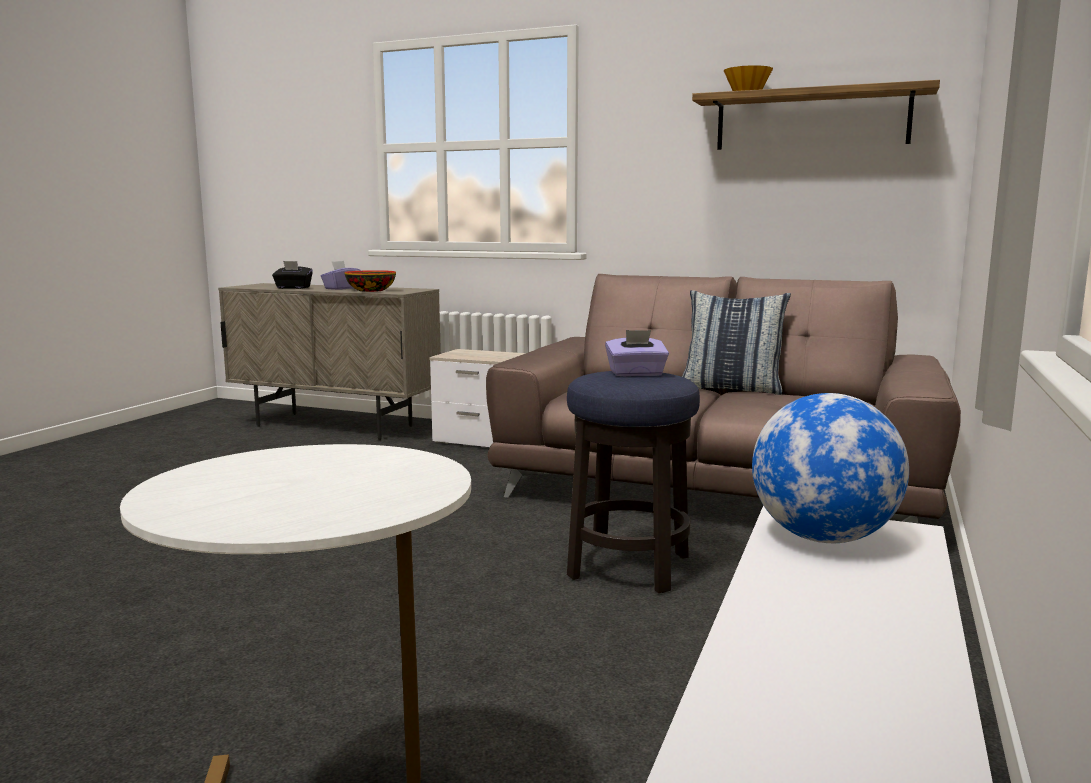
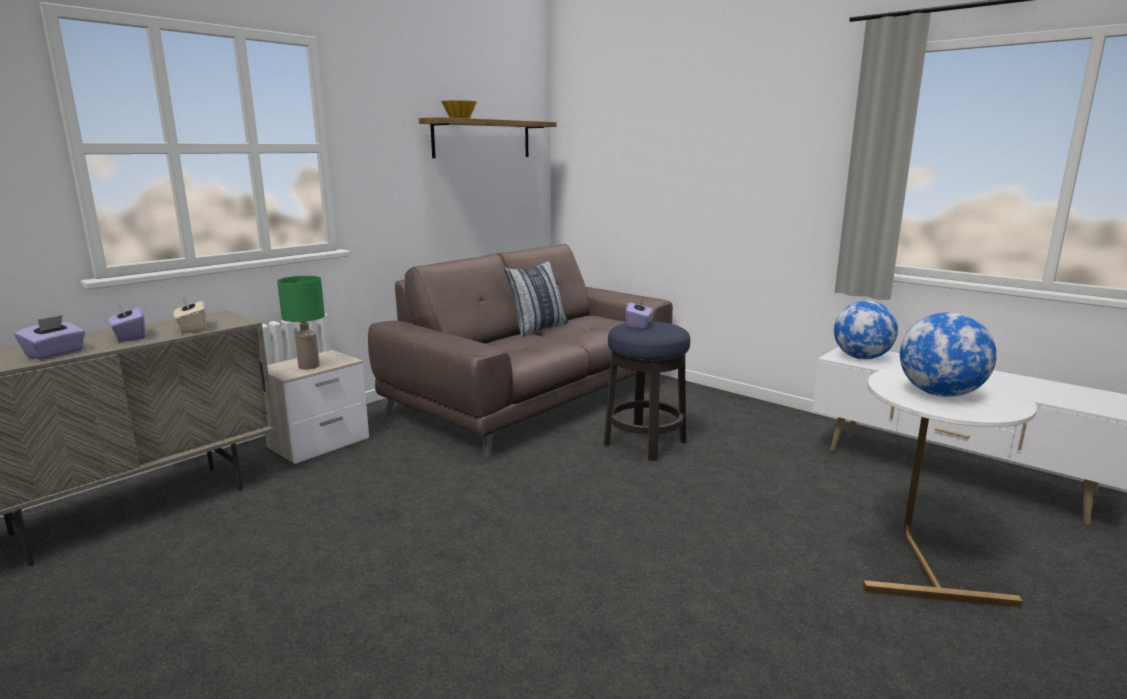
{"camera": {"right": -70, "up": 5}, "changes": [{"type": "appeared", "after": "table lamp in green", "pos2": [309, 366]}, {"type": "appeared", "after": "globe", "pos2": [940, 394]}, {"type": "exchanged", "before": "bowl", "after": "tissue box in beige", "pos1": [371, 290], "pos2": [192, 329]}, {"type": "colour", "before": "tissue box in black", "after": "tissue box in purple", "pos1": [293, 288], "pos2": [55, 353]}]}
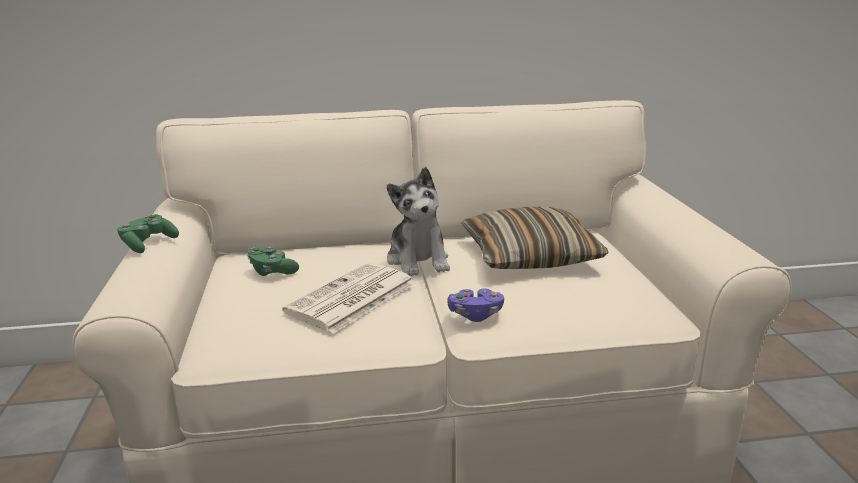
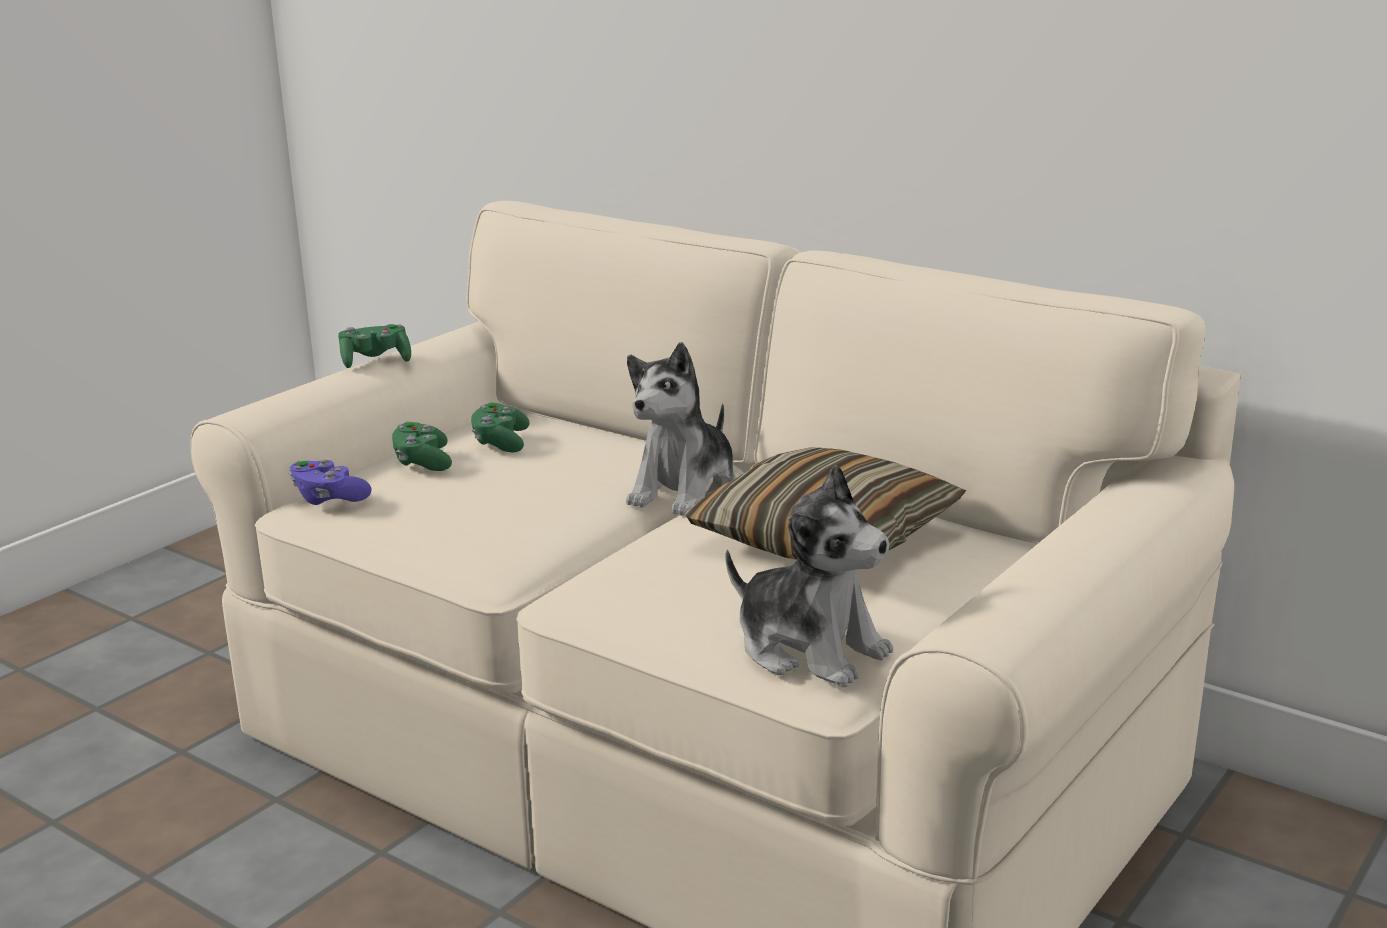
{"camera": {"right": 45, "up": 0}, "changes": [{"type": "missing", "before": "newspaper", "pos1": [351, 299]}, {"type": "appeared", "after": "game controller in green", "pos2": [423, 462]}, {"type": "appeared", "after": "plush toy", "pos2": [810, 649]}, {"type": "relocated", "before": "game controller in purple", "pos1": [475, 315], "pos2": [328, 498]}]}
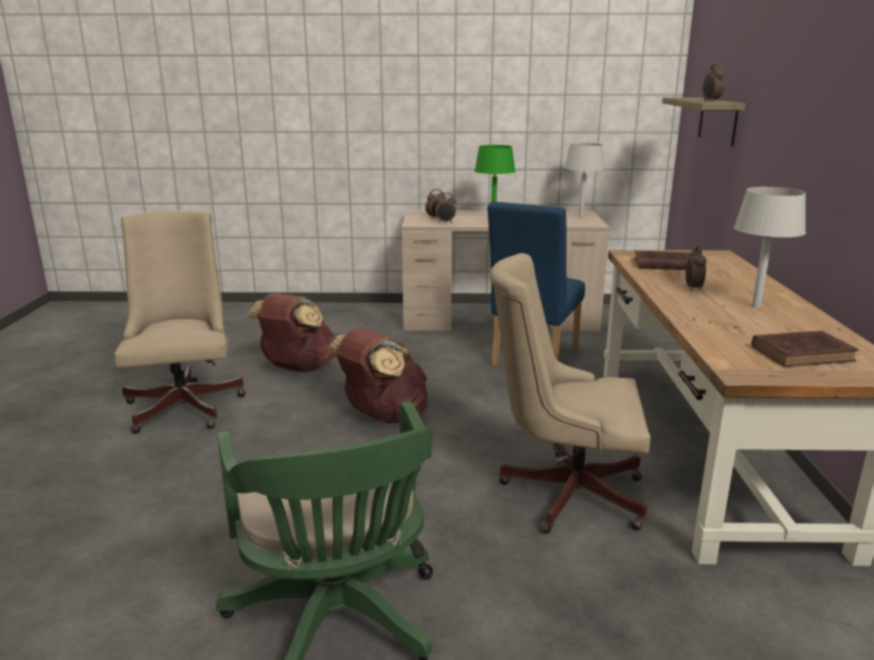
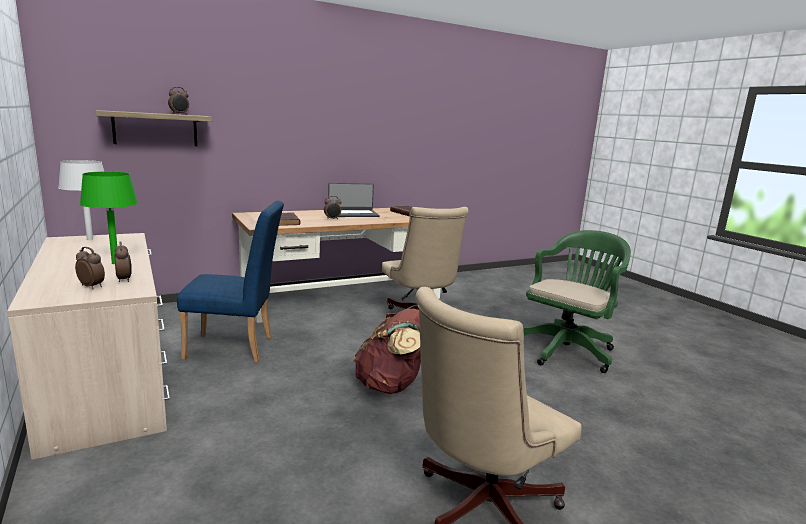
{"camera": {"right": -120, "up": -5}, "changes": [{"type": "missing", "before": "backpack in brown", "pos1": [298, 368]}, {"type": "exchanged", "before": "table lamp in grey", "after": "laptop", "pos1": [756, 307], "pos2": [353, 214]}]}
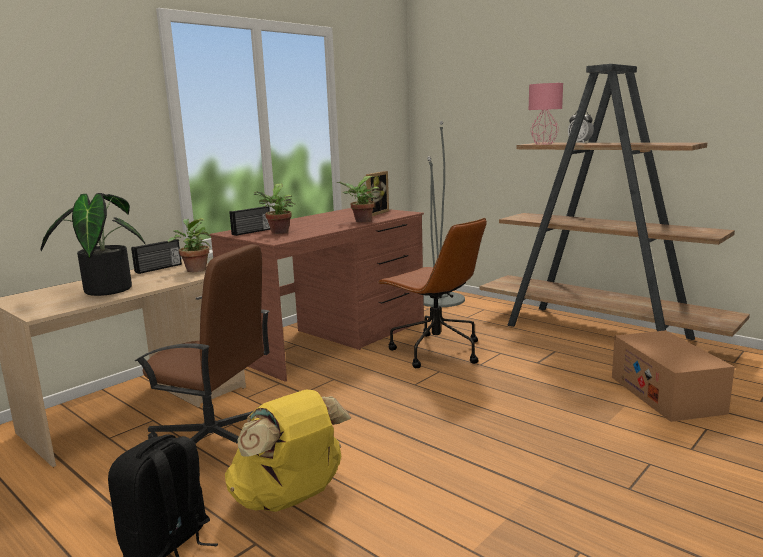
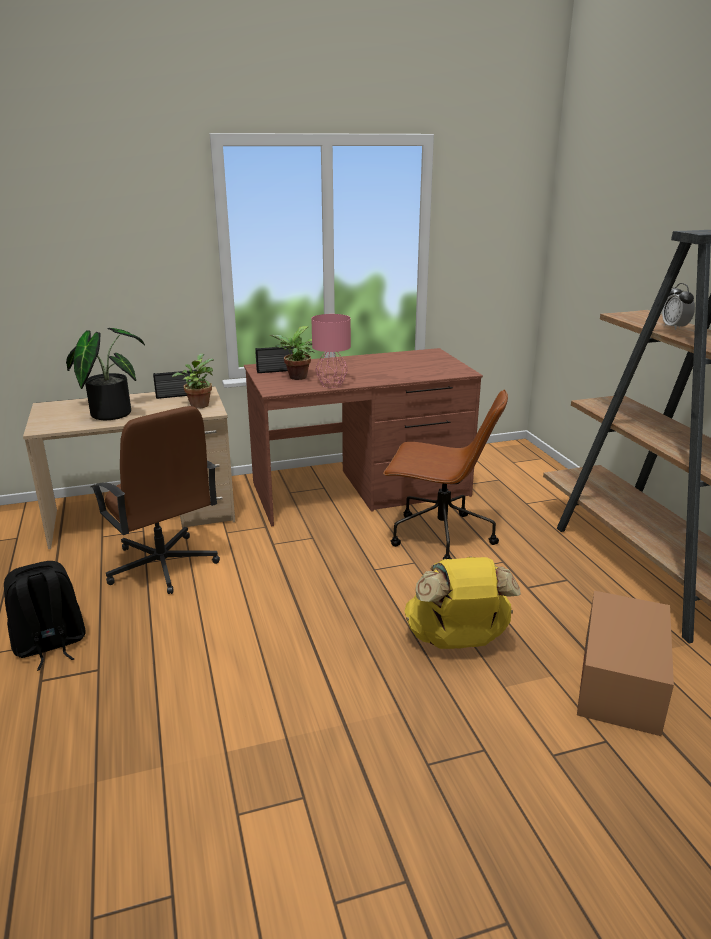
{"camera": {"right": 30, "up": 10}, "changes": [{"type": "missing", "before": "potted plant", "pos1": [361, 221]}, {"type": "missing", "before": "picture frame", "pos1": [374, 213]}, {"type": "missing", "before": "floor lamp in grey", "pos1": [440, 300]}, {"type": "relocated", "before": "backpack in yellow", "pos1": [290, 499], "pos2": [457, 641]}, {"type": "relocated", "before": "table lamp in pink", "pos1": [544, 144], "pos2": [331, 385]}, {"type": "spun", "before": "office chair in brown", "pos1": [435, 351], "pos2": [439, 537], "turn": -60}]}
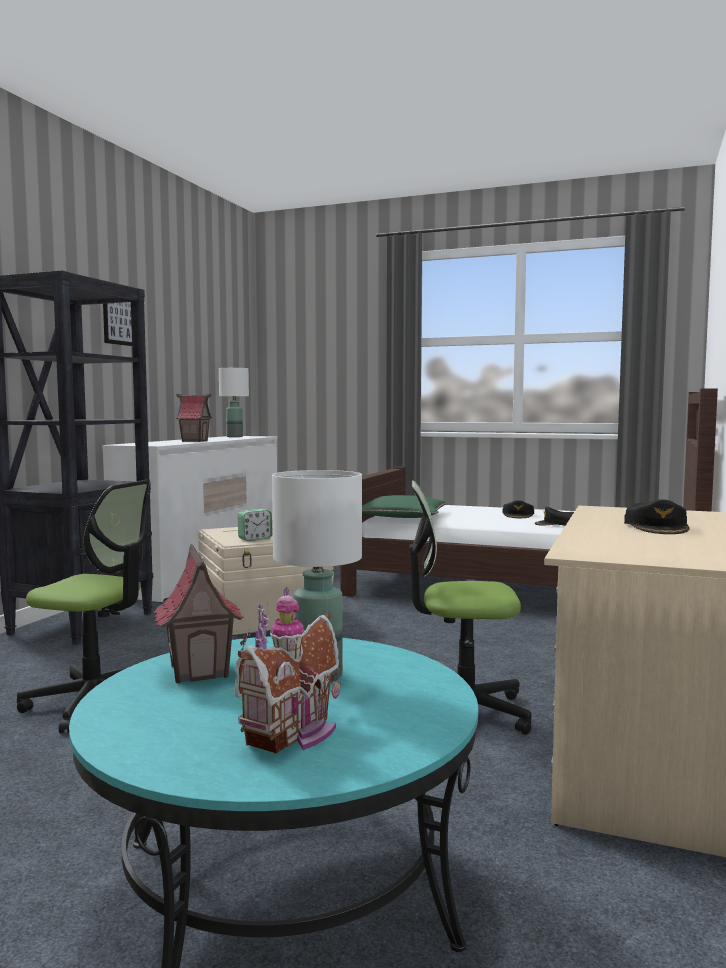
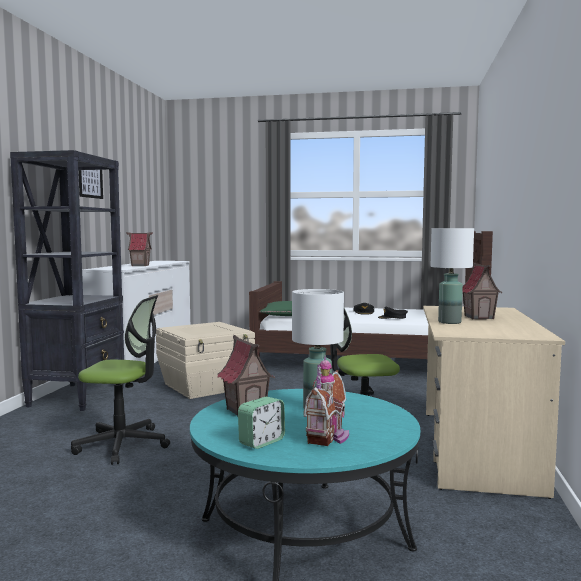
{"camera": {"right": -10, "up": 0}, "changes": [{"type": "relocated", "before": "table lamp in white", "pos1": [234, 437], "pos2": [449, 322]}, {"type": "relocated", "before": "alarm clock", "pos1": [255, 539], "pos2": [261, 442]}, {"type": "exchanged", "before": "cap in black", "after": "toy house", "pos1": [657, 527], "pos2": [479, 317]}]}
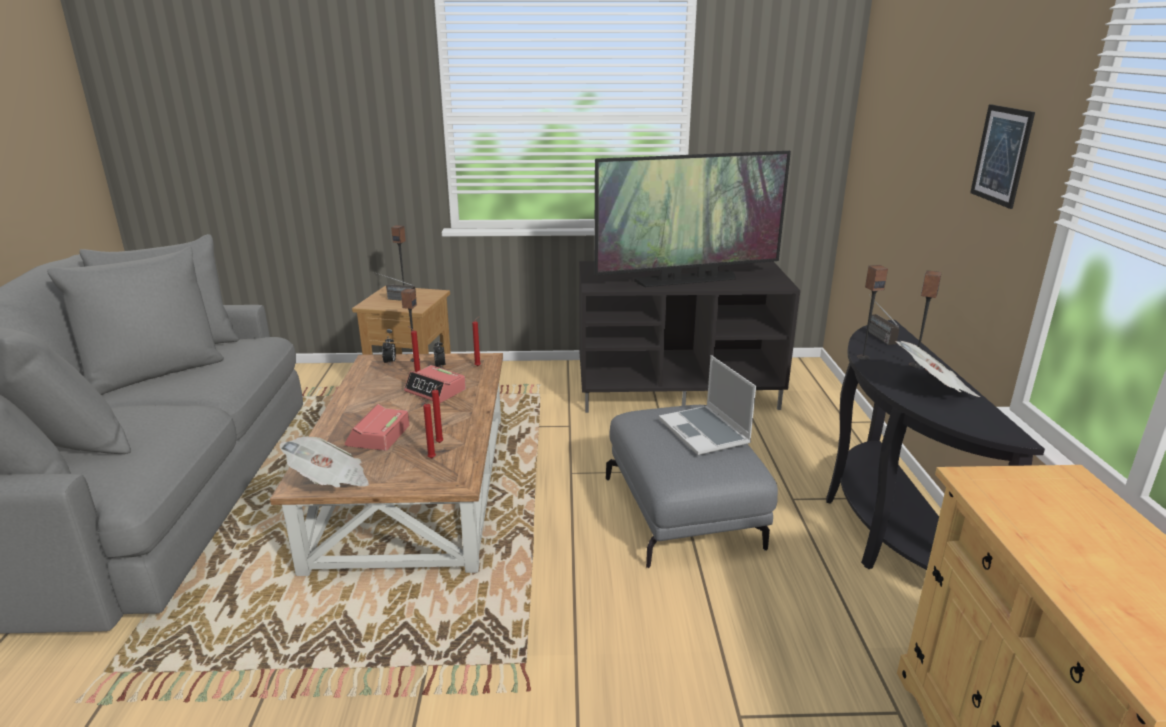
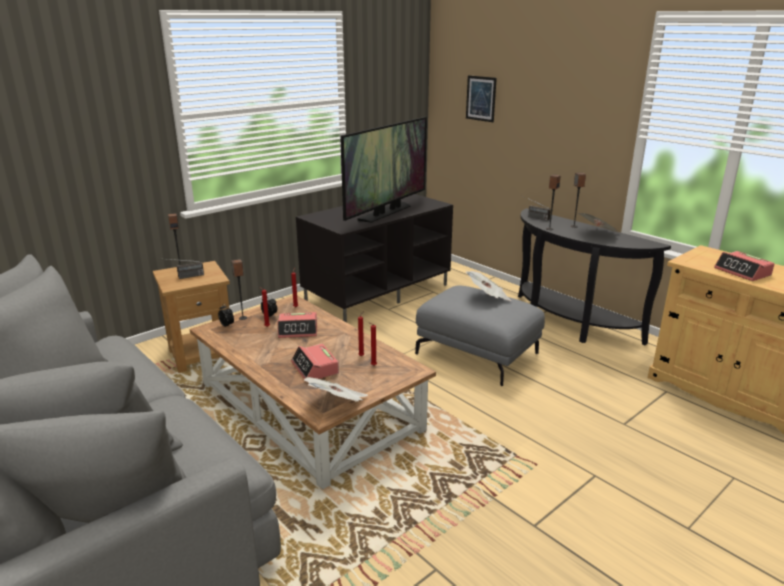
{"camera": {"right": -40, "up": 0}, "changes": [{"type": "appeared", "after": "alarm clock", "pos2": [742, 272]}, {"type": "relocated", "before": "picture", "pos1": [1001, 155], "pos2": [481, 98]}, {"type": "exchanged", "before": "laptop", "after": "newspaper", "pos1": [705, 432], "pos2": [488, 297]}]}
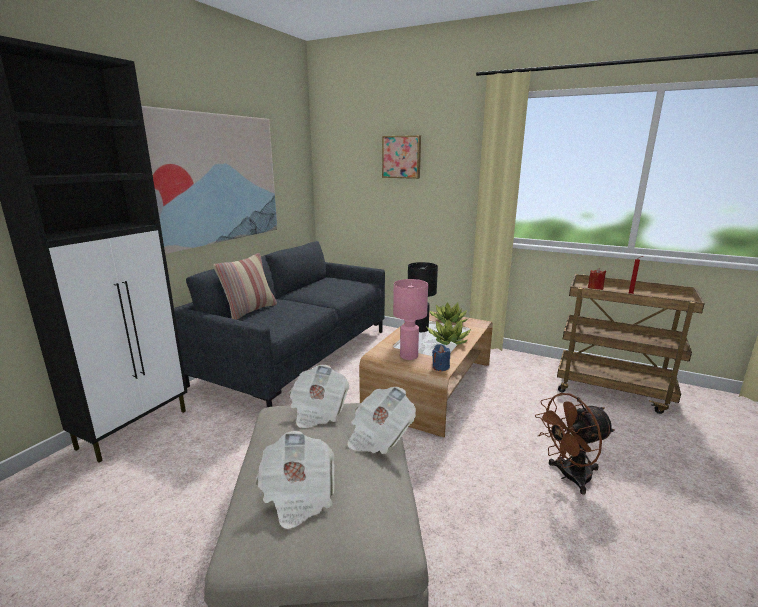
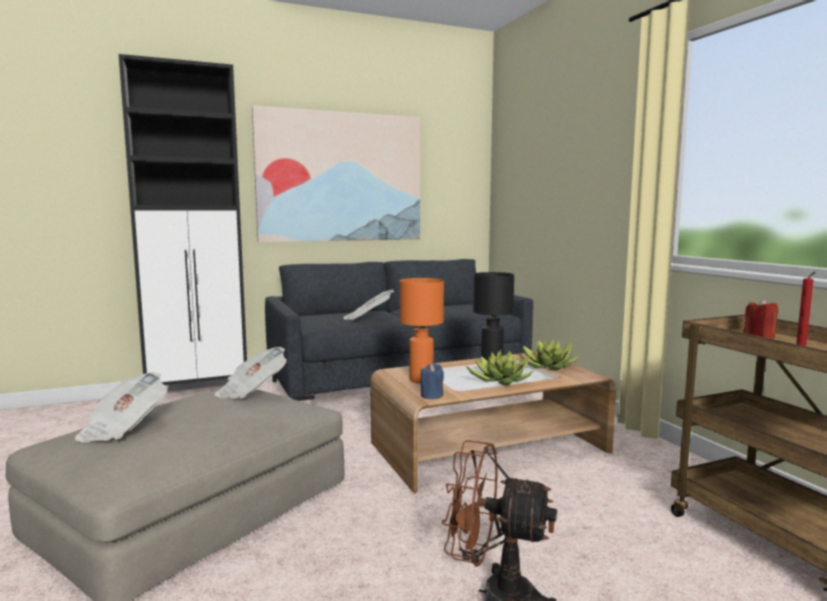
{"camera": {"right": 40, "up": -10}, "changes": [{"type": "missing", "before": "pillow", "pos1": [250, 311]}, {"type": "missing", "before": "picture", "pos1": [402, 157]}, {"type": "relocated", "before": "newspaper", "pos1": [379, 435], "pos2": [368, 319]}, {"type": "colour", "before": "table lamp in pink", "after": "table lamp in orange", "pos1": [408, 356], "pos2": [420, 380]}]}
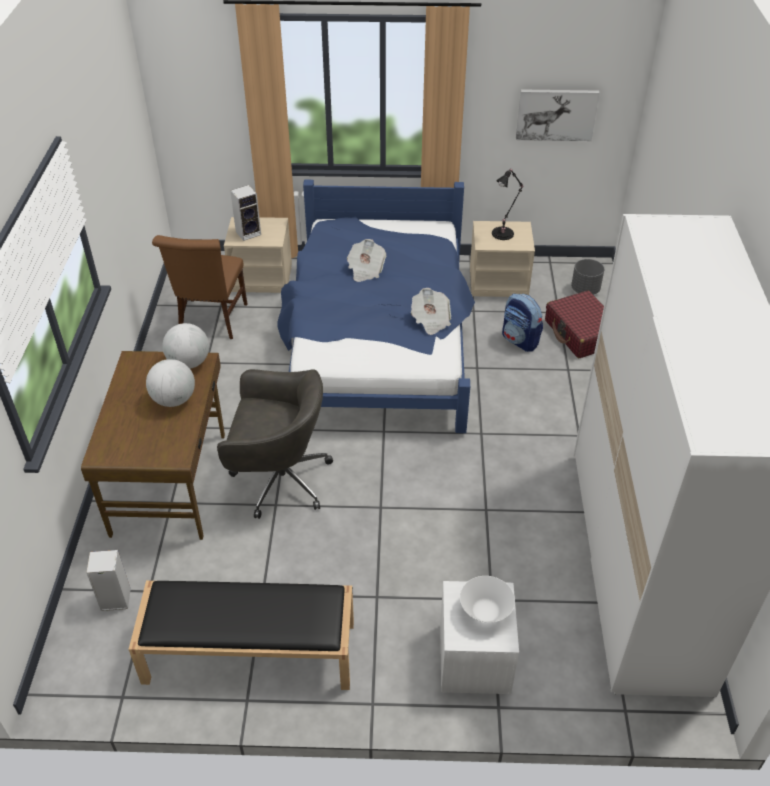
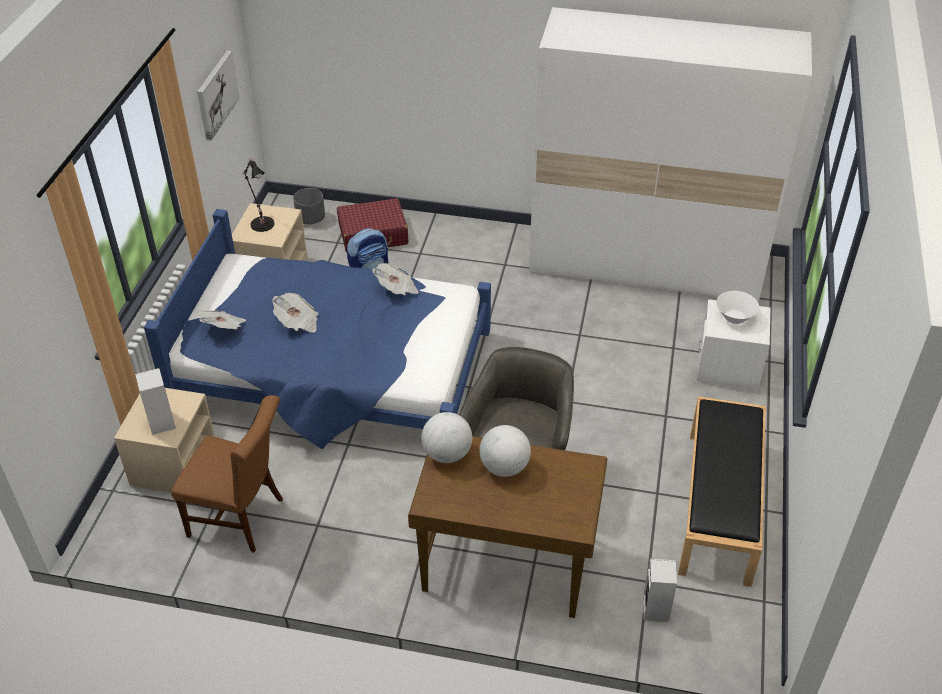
{"camera": {"right": -80, "up": 0}, "changes": [{"type": "appeared", "after": "newspaper", "pos2": [223, 328]}]}
